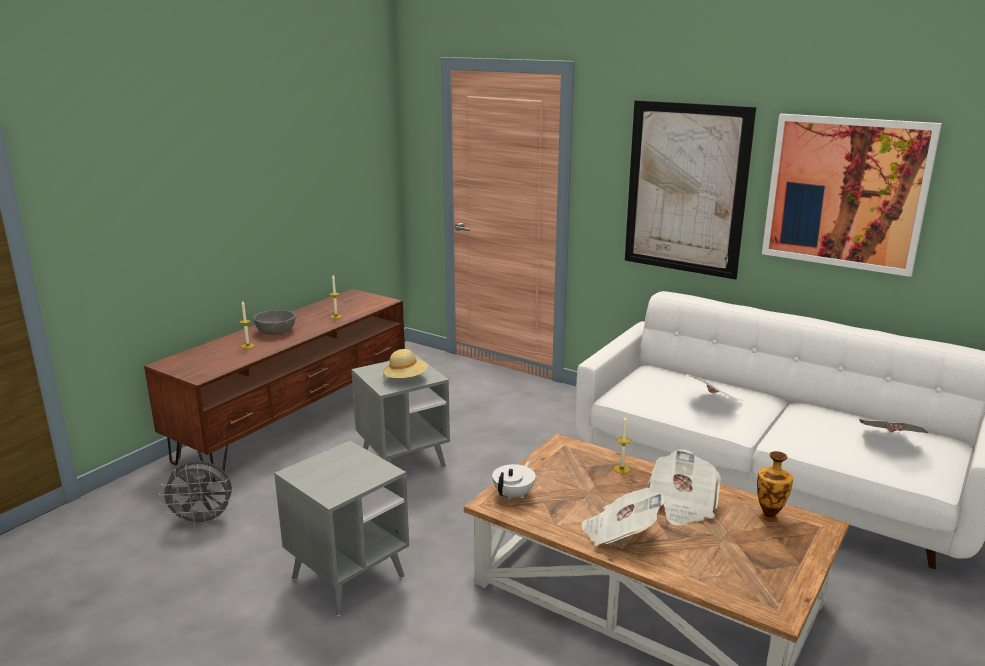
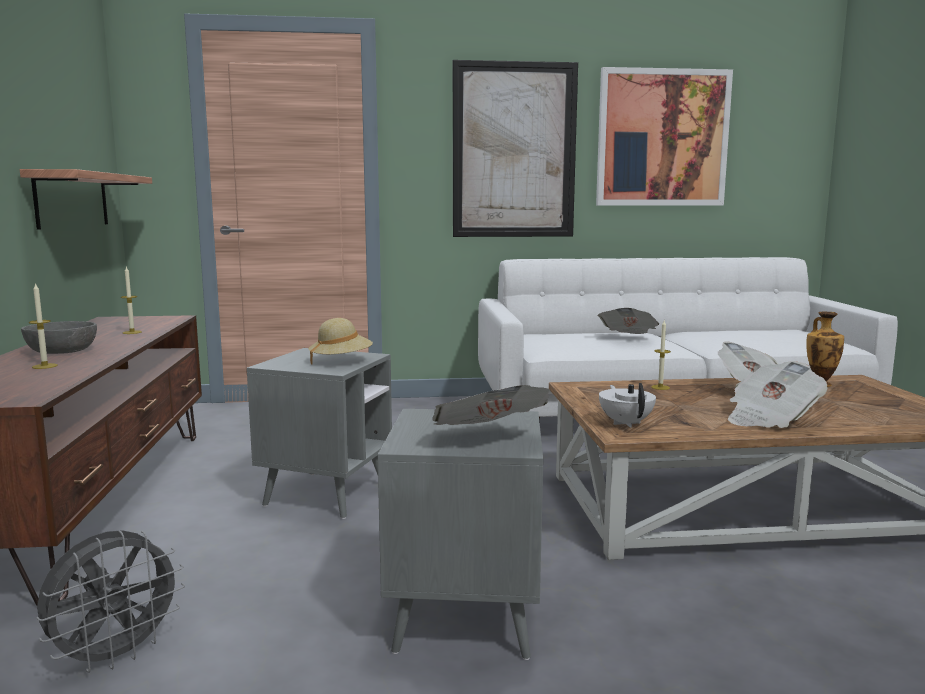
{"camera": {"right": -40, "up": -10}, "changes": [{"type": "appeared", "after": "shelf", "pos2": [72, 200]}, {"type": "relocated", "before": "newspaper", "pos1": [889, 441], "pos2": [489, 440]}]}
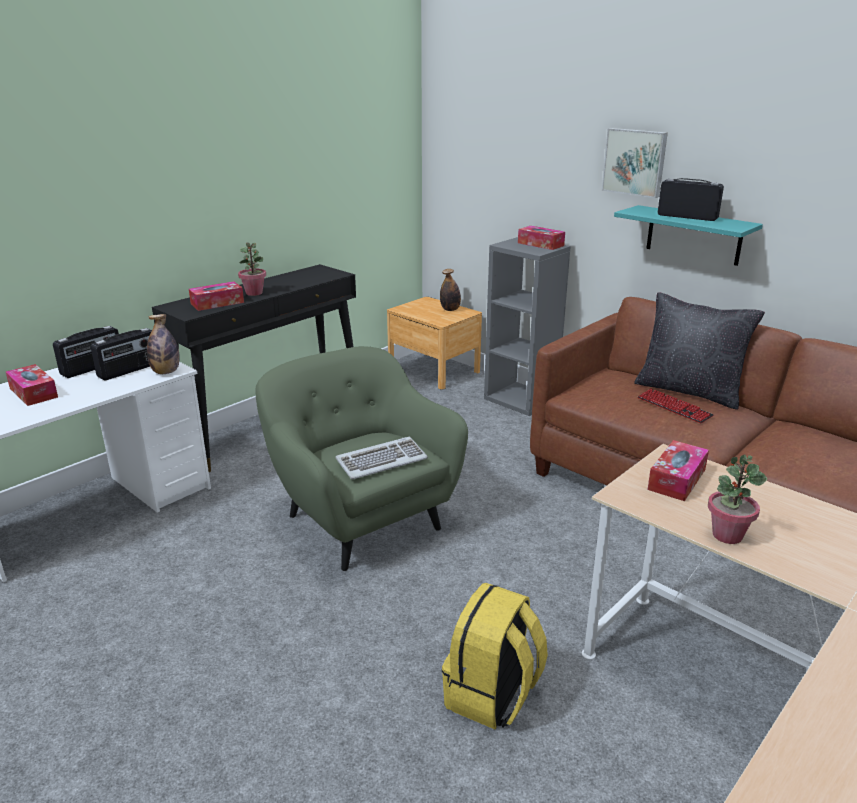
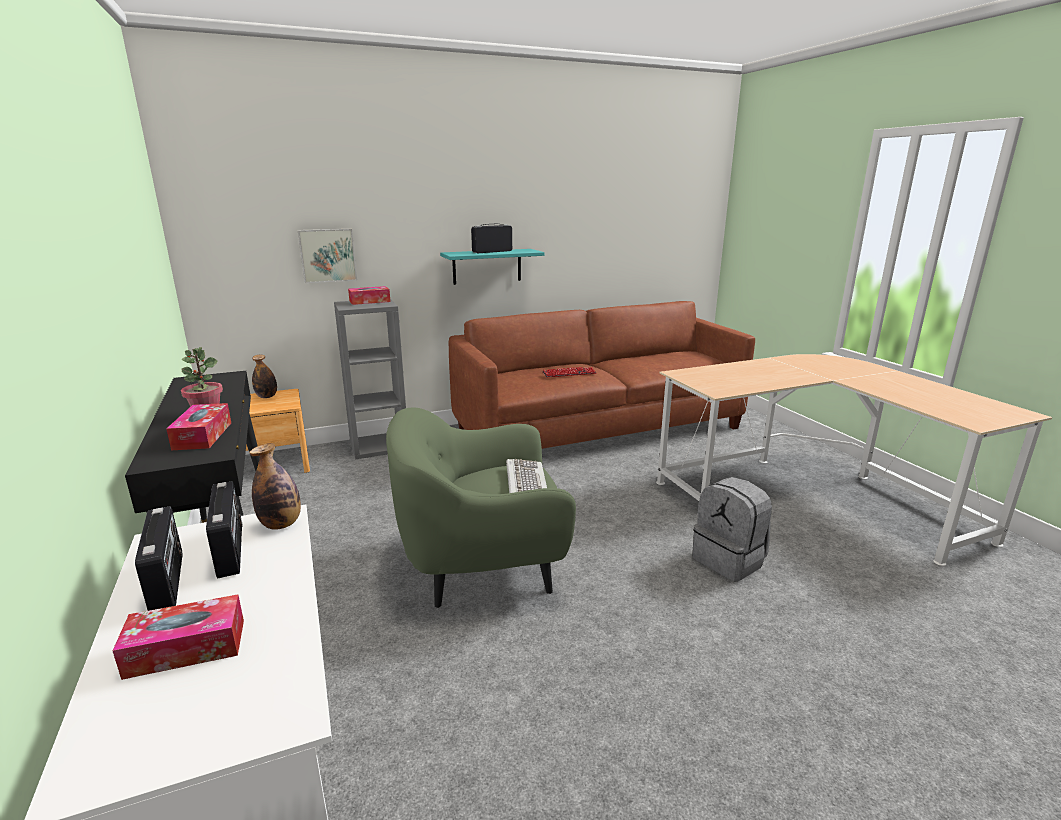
{"camera": {"right": -65, "up": -5}, "changes": [{"type": "missing", "before": "pillow in black", "pos1": [689, 391]}, {"type": "missing", "before": "tissue box", "pos1": [676, 479]}, {"type": "missing", "before": "potted plant", "pos1": [727, 535]}, {"type": "relocated", "before": "picture", "pos1": [635, 162], "pos2": [327, 255]}, {"type": "colour", "before": "backpack in yellow", "after": "backpack in grey", "pos1": [492, 696], "pos2": [729, 560]}]}
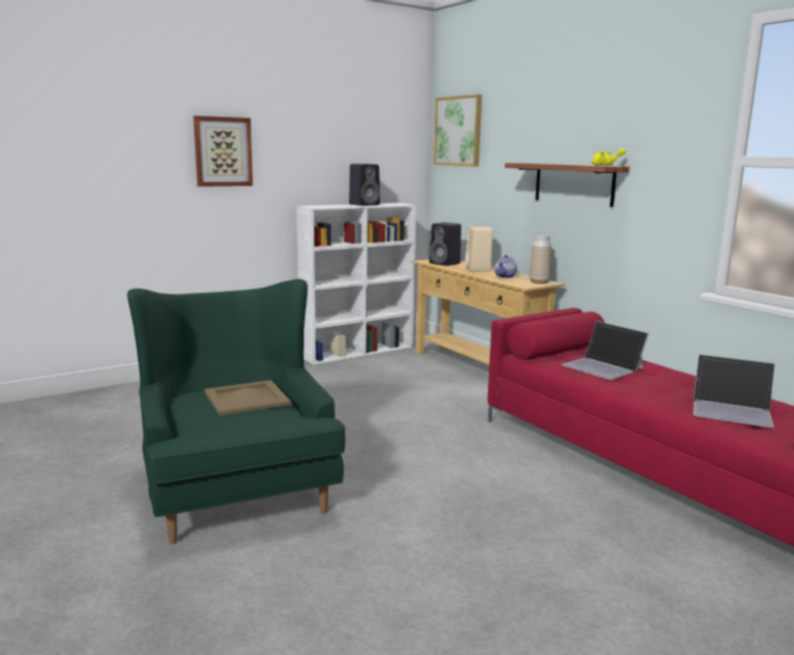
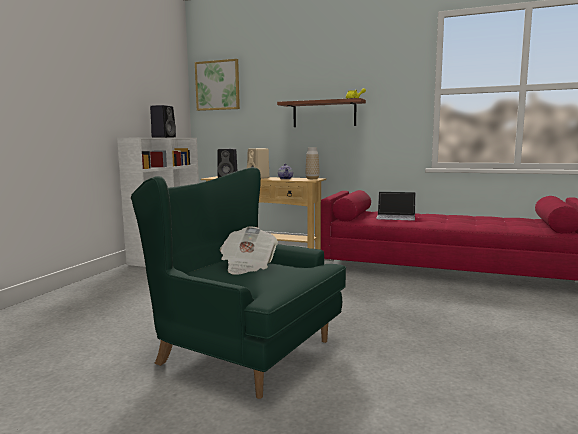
{"camera": {"right": -35, "up": -5}, "changes": [{"type": "missing", "before": "picture", "pos1": [223, 151]}, {"type": "missing", "before": "laptop", "pos1": [732, 410]}, {"type": "exchanged", "before": "tray in beige", "after": "newspaper", "pos1": [246, 398], "pos2": [247, 266]}]}
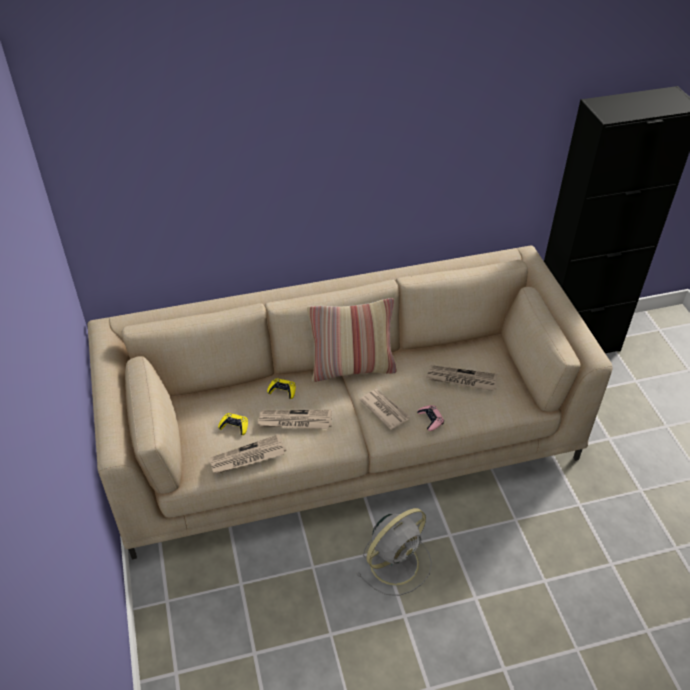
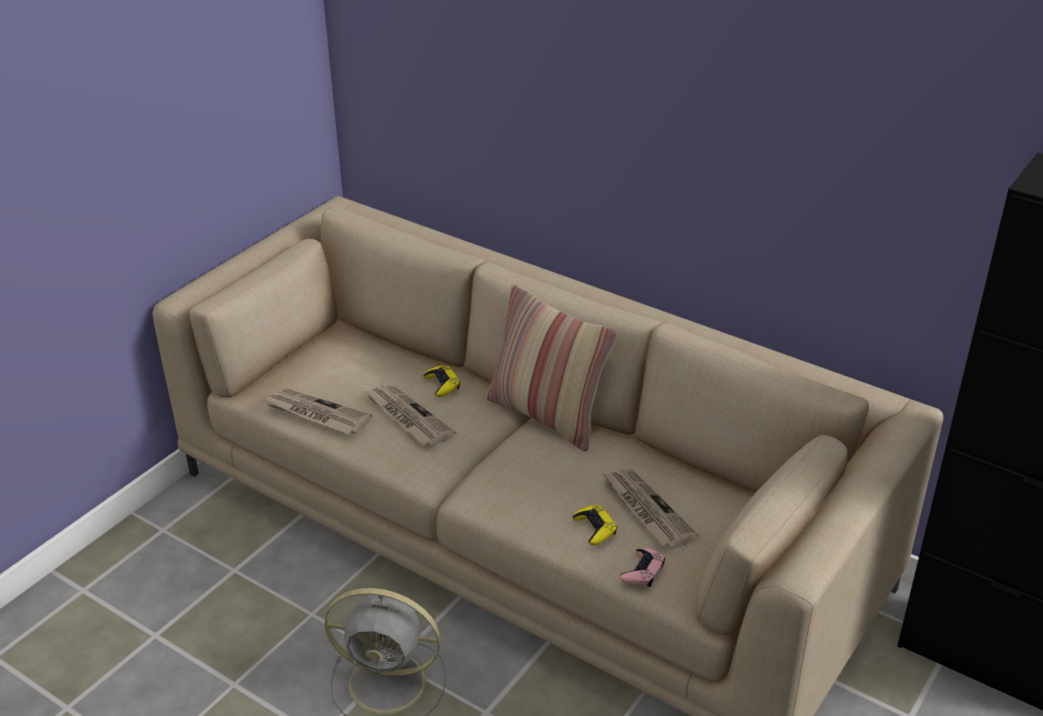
{"camera": {"right": 50, "up": -10}, "changes": [{"type": "missing", "before": "newspaper", "pos1": [384, 409]}, {"type": "relocated", "before": "game controller in yellow", "pos1": [234, 426], "pos2": [595, 528]}, {"type": "relocated", "before": "game controller in pink", "pos1": [430, 419], "pos2": [643, 571]}]}
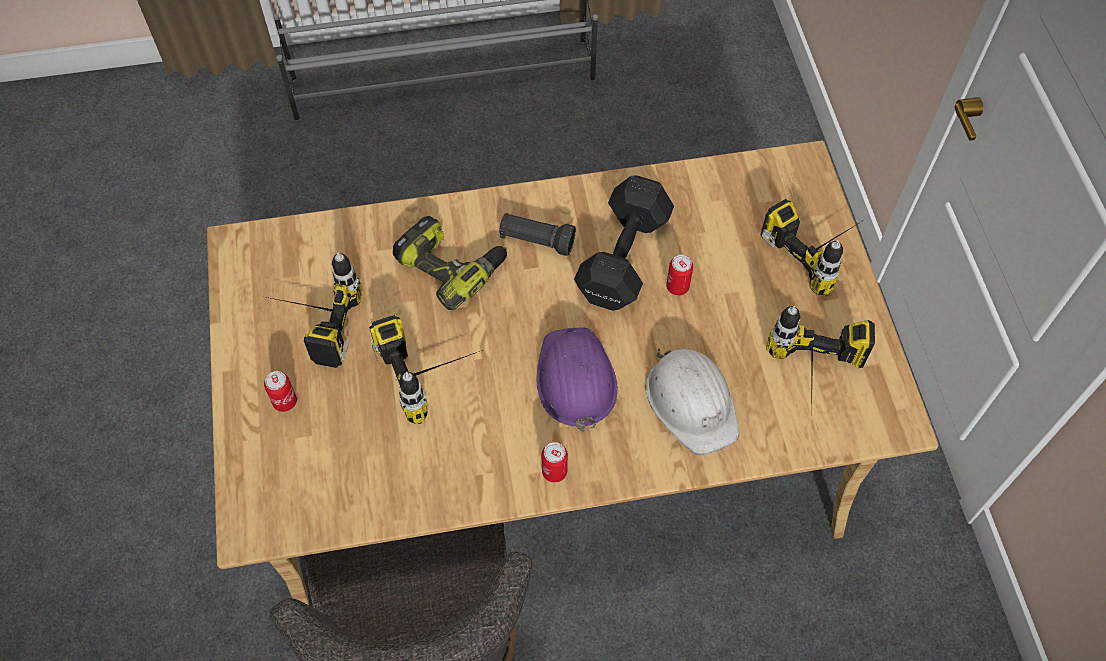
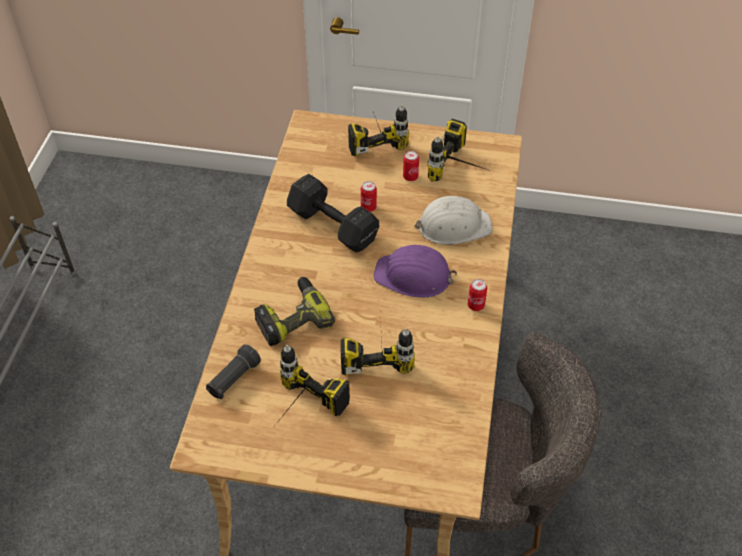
{"camera": {"right": -70, "up": -10}, "changes": [{"type": "relocated", "before": "can", "pos1": [285, 402], "pos2": [410, 177]}, {"type": "relocated", "before": "flashlight in black", "pos1": [536, 241], "pos2": [233, 379]}]}
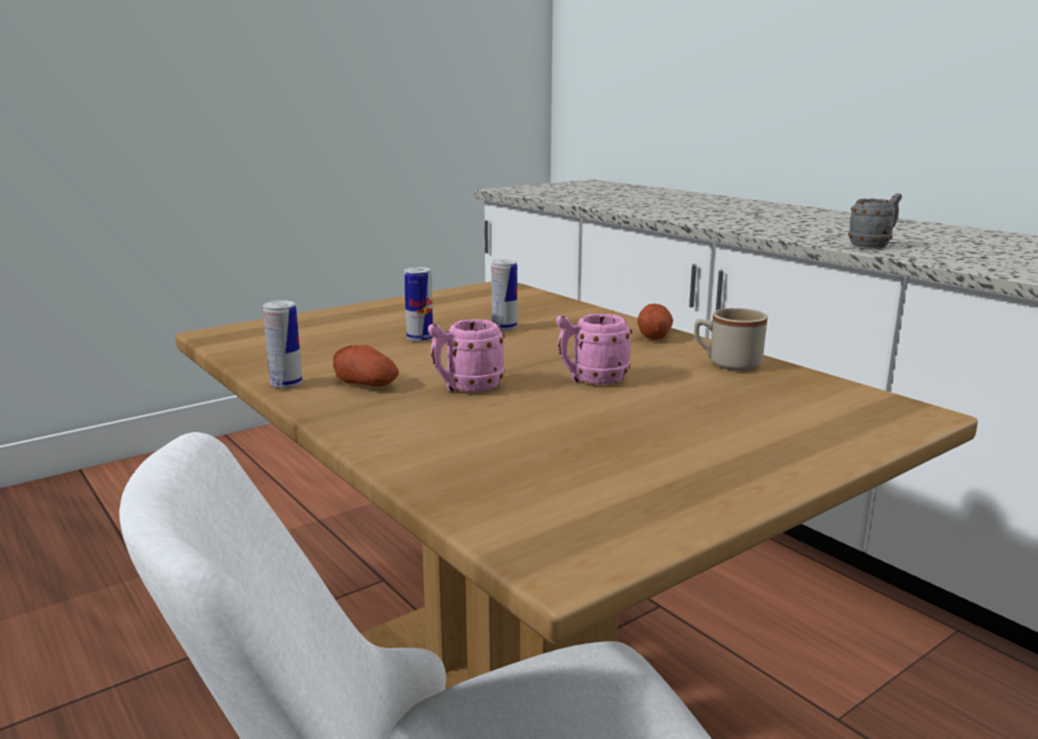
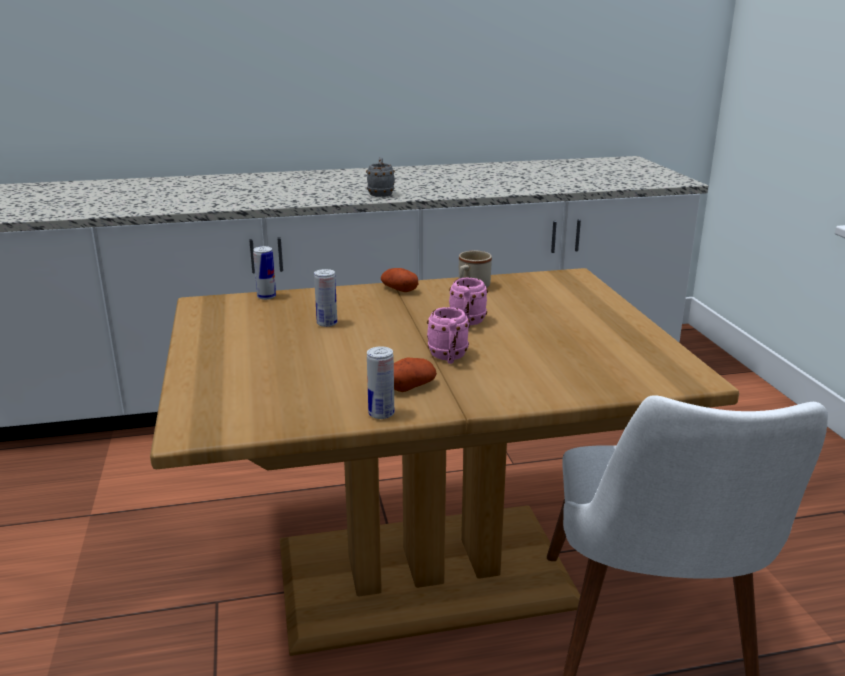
{"camera": {"right": -65, "up": 5}, "changes": [{"type": "relocated", "before": "can", "pos1": [420, 338], "pos2": [266, 297]}]}
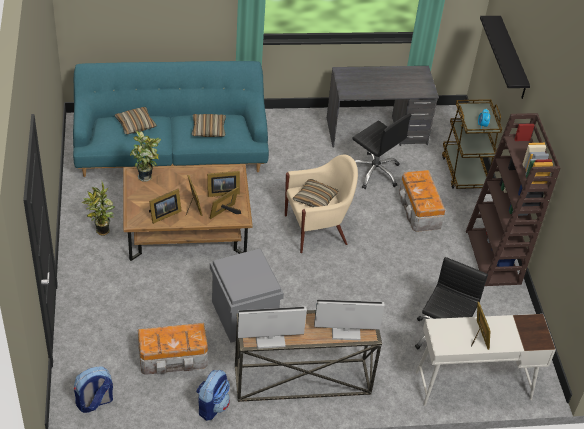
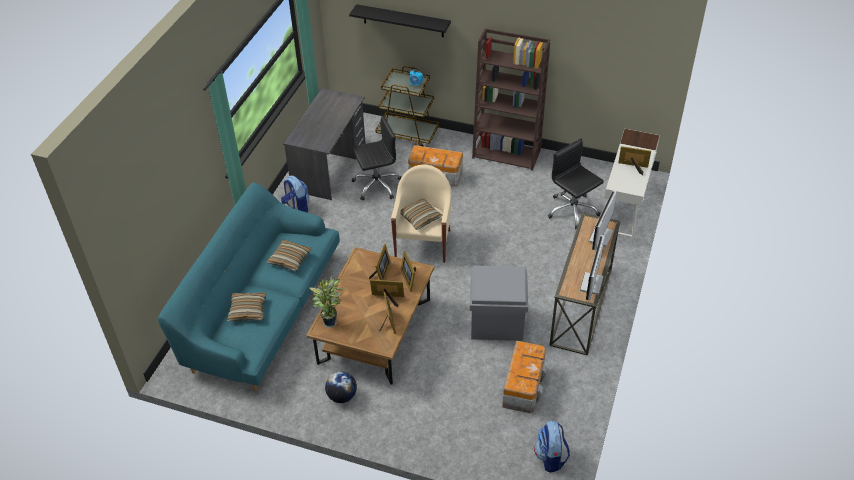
{"camera": {"right": -60, "up": 0}, "changes": [{"type": "relocated", "before": "backpack", "pos1": [212, 406], "pos2": [297, 207]}, {"type": "exchanged", "before": "potted plant", "after": "globe", "pos1": [101, 232], "pos2": [342, 396]}]}
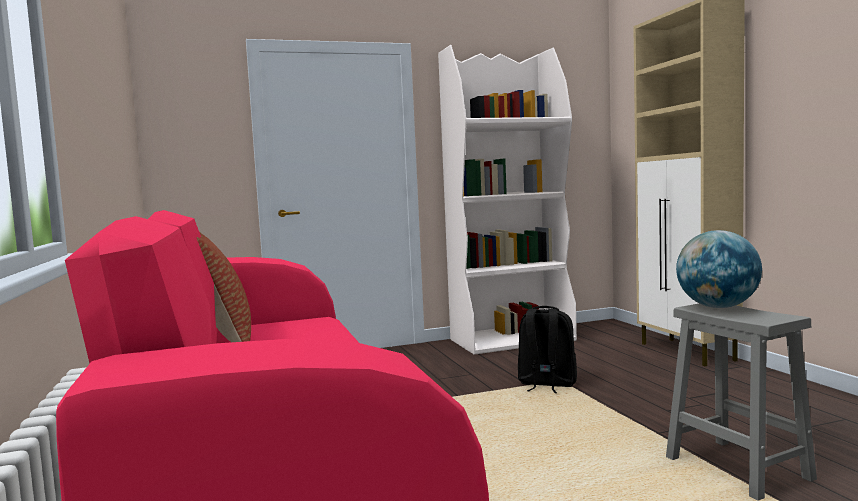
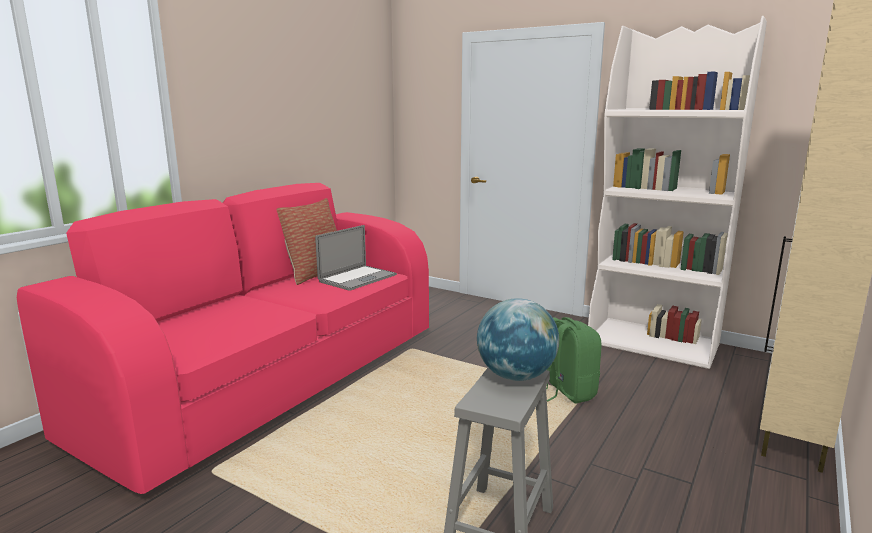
{"camera": {"right": 50, "up": 10}, "changes": [{"type": "appeared", "after": "laptop", "pos2": [357, 278]}, {"type": "colour", "before": "backpack in black", "after": "backpack in green", "pos1": [546, 384], "pos2": [567, 392]}]}
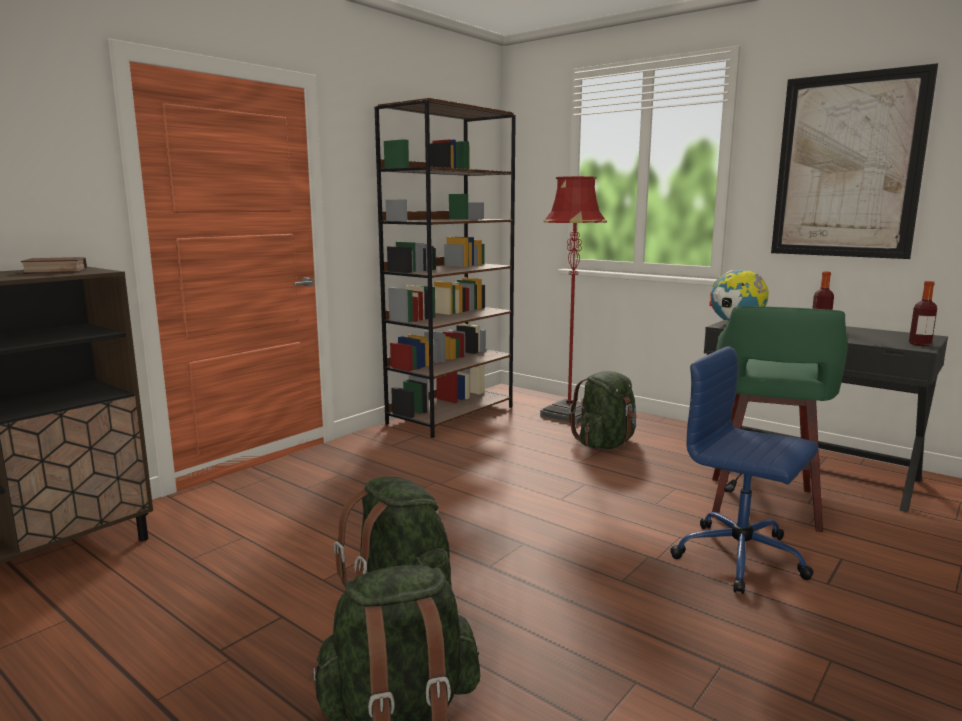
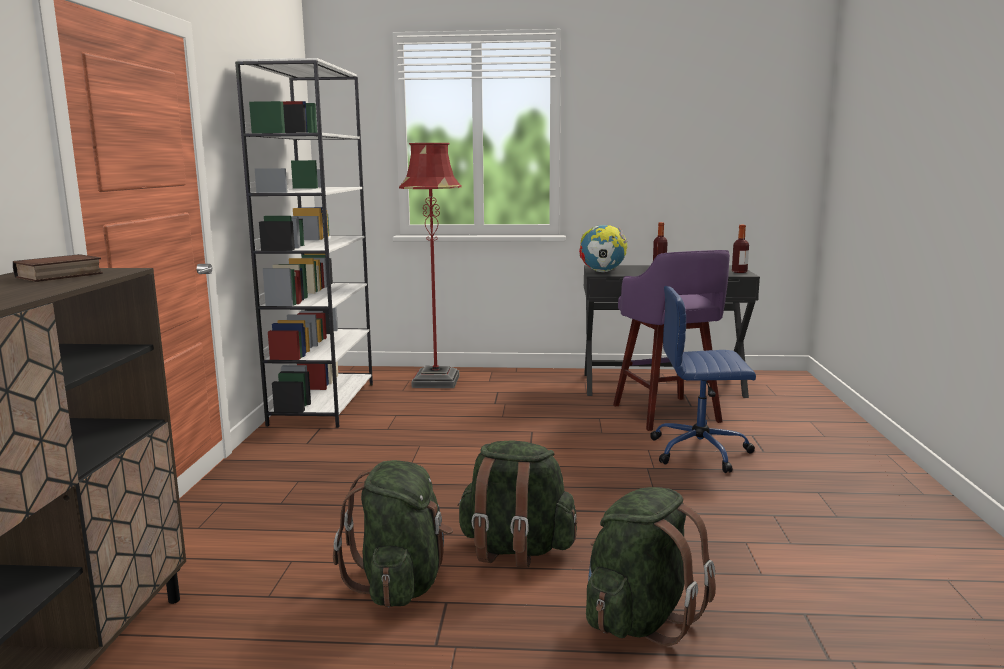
{"camera": {"right": -35, "up": 0}, "changes": [{"type": "missing", "before": "picture", "pos1": [847, 166]}, {"type": "relocated", "before": "backpack in green", "pos1": [605, 444], "pos2": [401, 584]}, {"type": "colour", "before": "bookcase in brown", "after": "bookcase in white", "pos1": [451, 415], "pos2": [323, 403]}, {"type": "colour", "before": "stool in green", "after": "stool in purple", "pos1": [762, 505], "pos2": [667, 414]}]}
